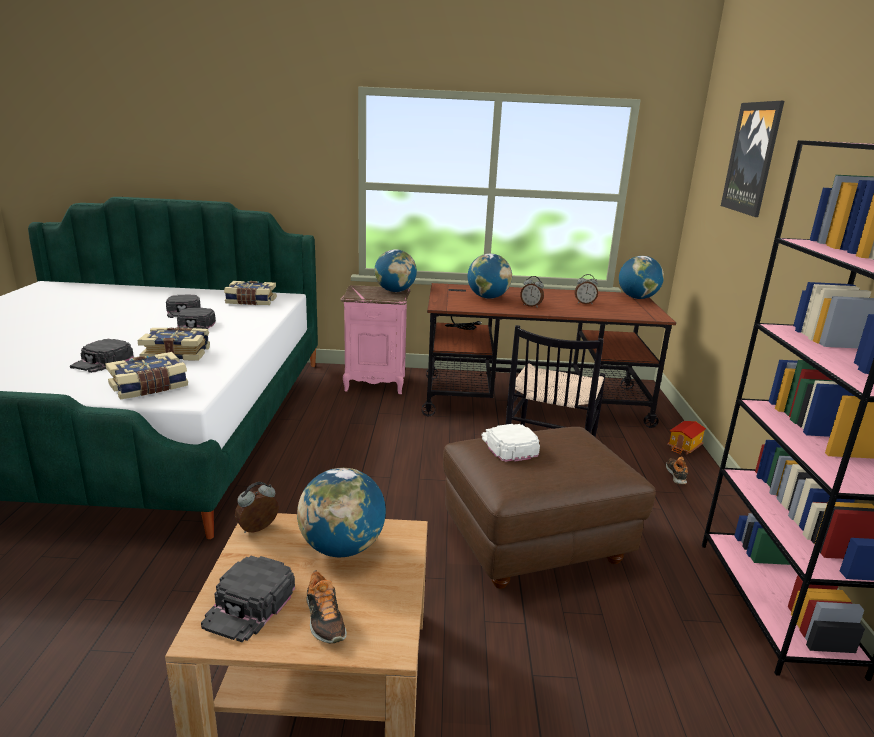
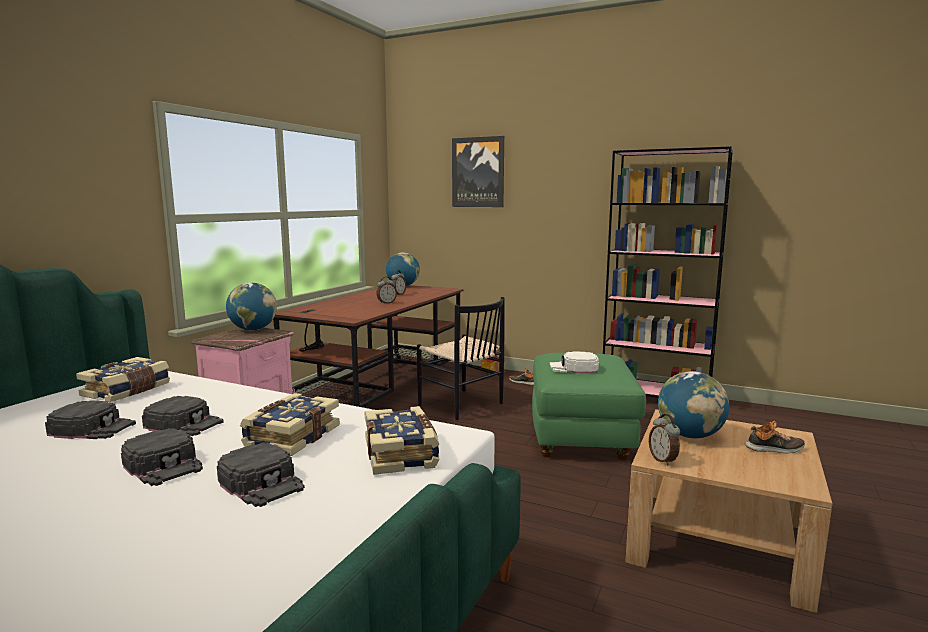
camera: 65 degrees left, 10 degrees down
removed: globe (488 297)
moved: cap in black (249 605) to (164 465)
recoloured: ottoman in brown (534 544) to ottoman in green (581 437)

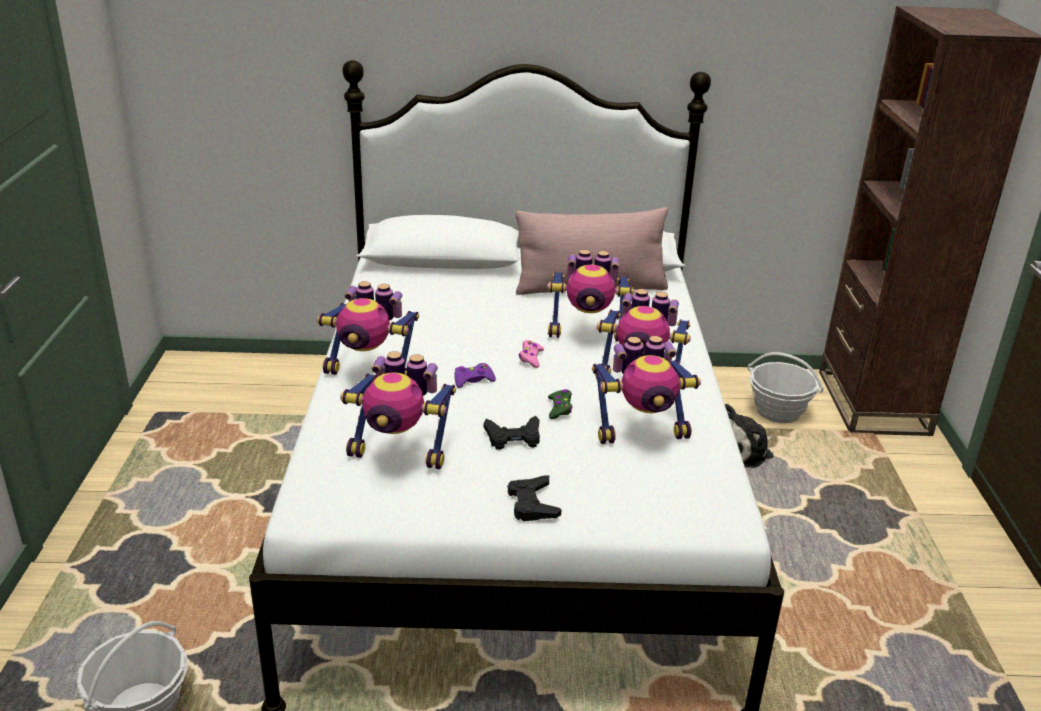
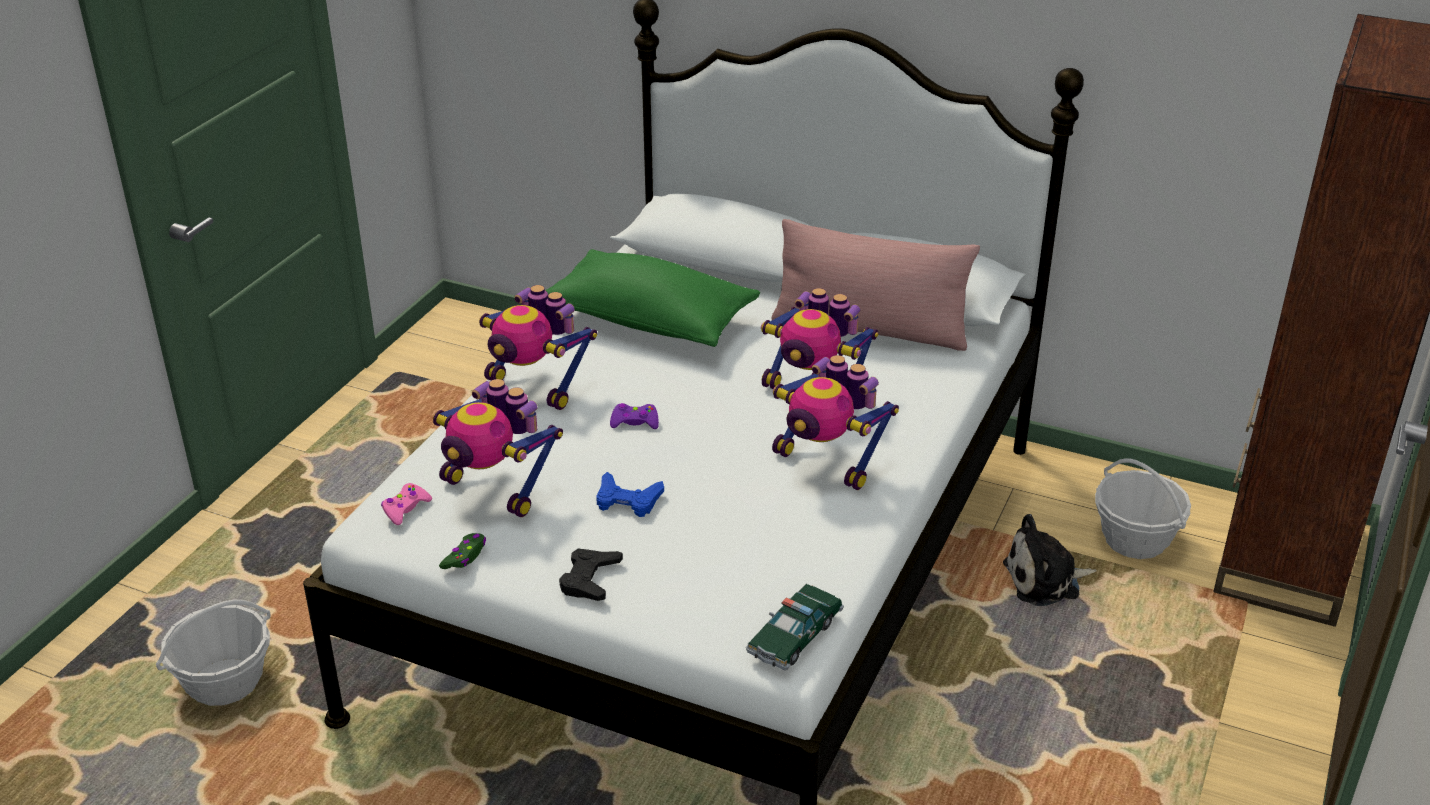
camera: 25 degrees right, 5 degrees up
removed: toy robot (641 432)
added: pillow in green (650 321); toy car (795 636)
moved: game controller in pink (531 358) to (405 509); game controller in green (559 408) to (465 556)
recoloured: game controller in black (513 437) to game controller in blue (627 500)

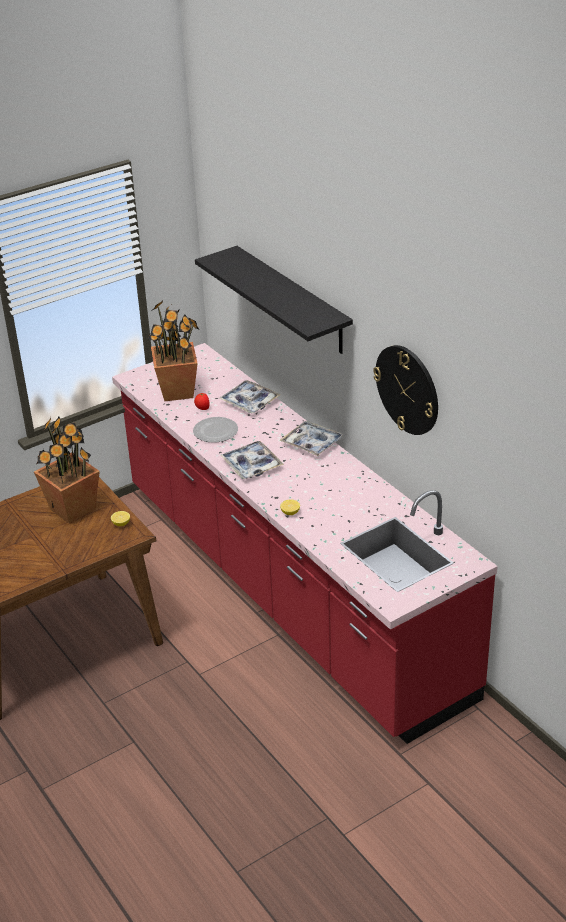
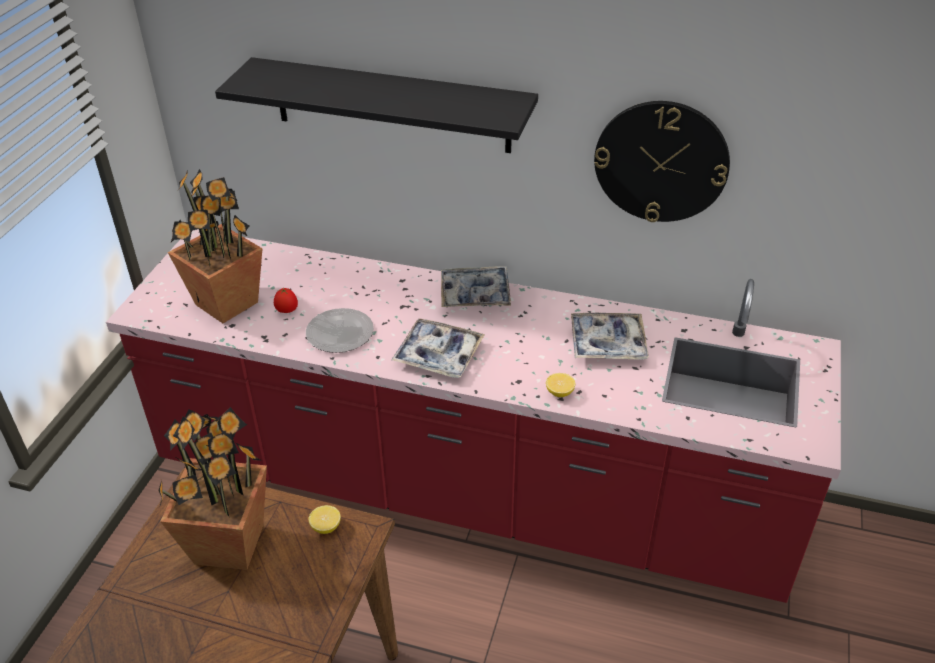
camera: 40 degrees left, 5 degrees up
moved: tray (250 402) to (607 343)

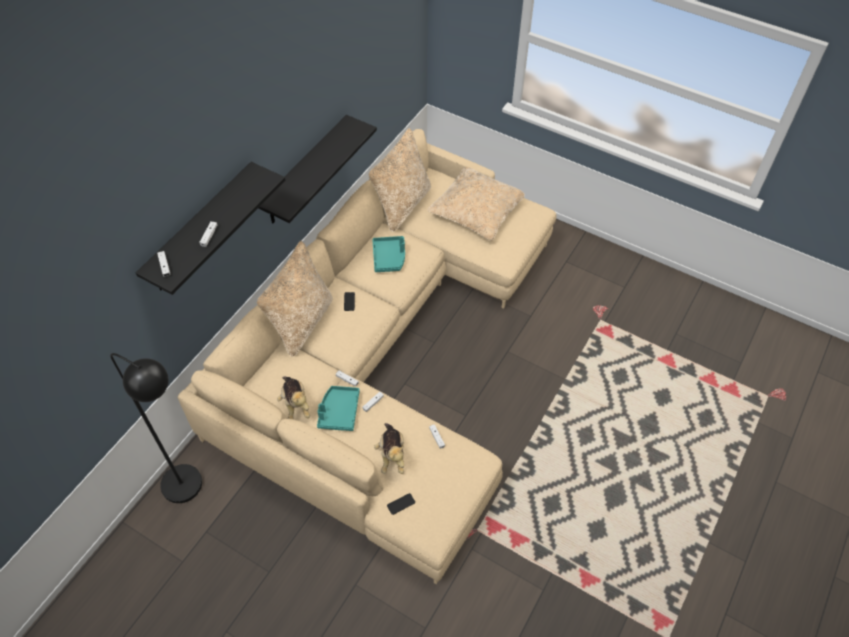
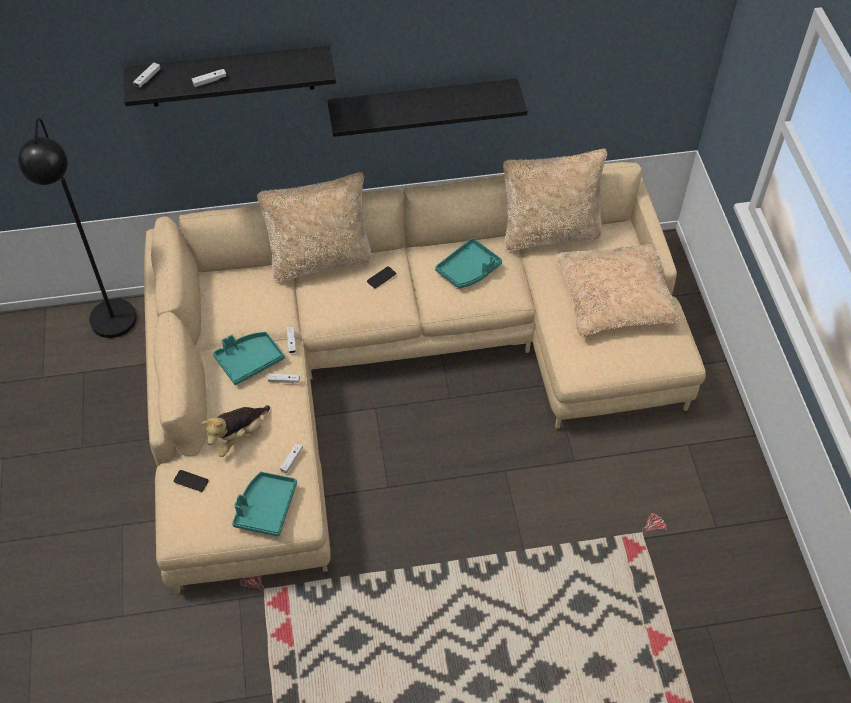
camera: 50 degrees right, 0 degrees up
removed: plush toy (295 404)
added: tray in turquoise (266 508)

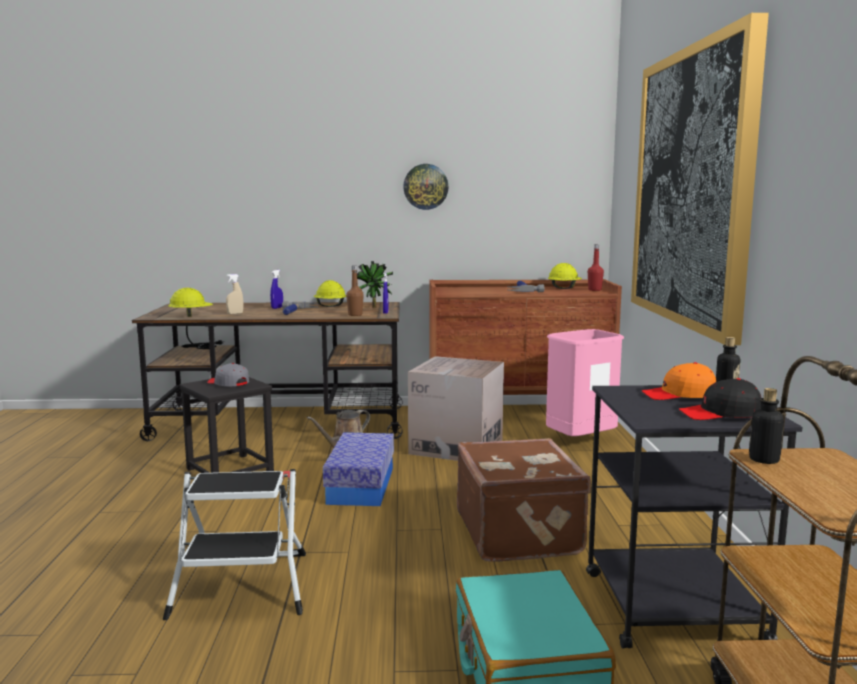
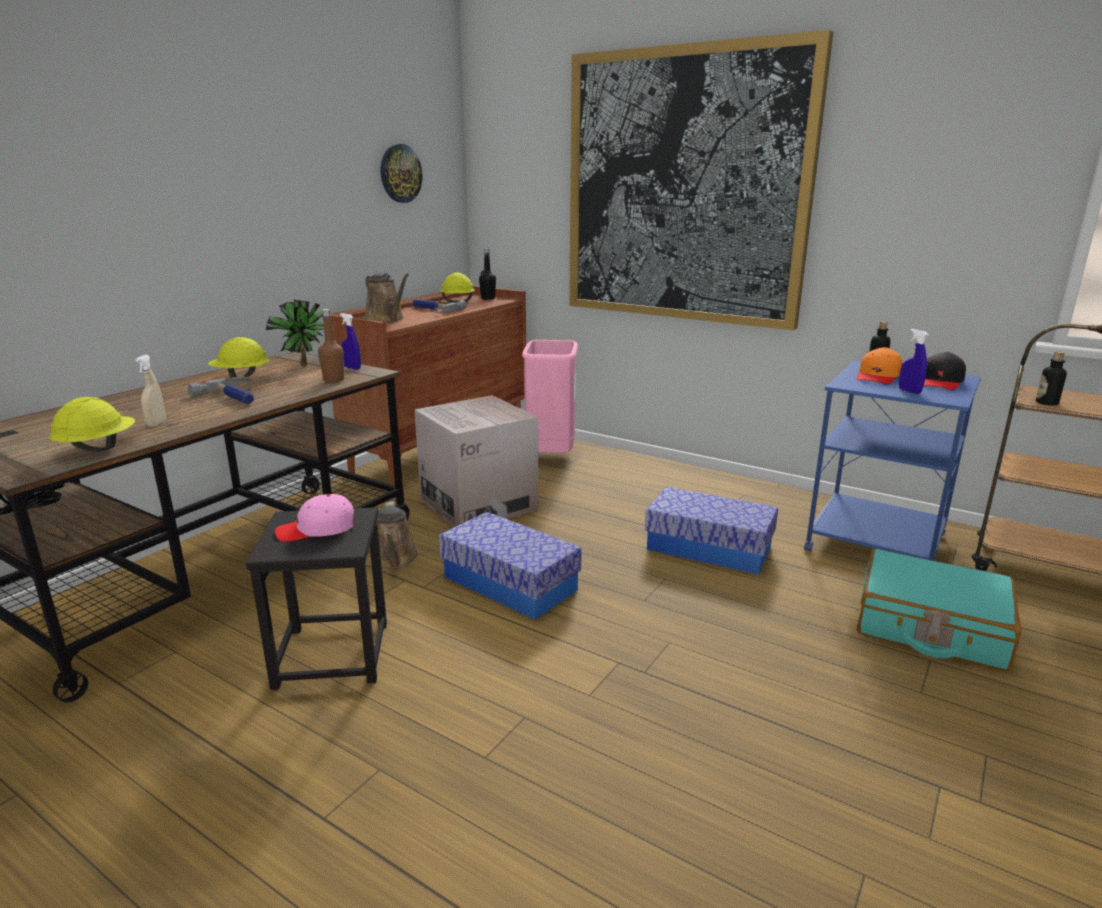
camera: 55 degrees left, 10 degrees up
removed: step ladder (243 585)
added: watering can in brown (386 320)
moved: spray bottle in blue (277 308) to (909 391); wall clock (425 186) to (400 173)
replaced: suitcase in brown (520 533) to storage box (708 548)
recoloured: cap in grey (228 383) to cap in pink (317 529); cart in black (673 609) to cart in blue (877 544); bottle in red (594 290) to bottle in black (488 298)

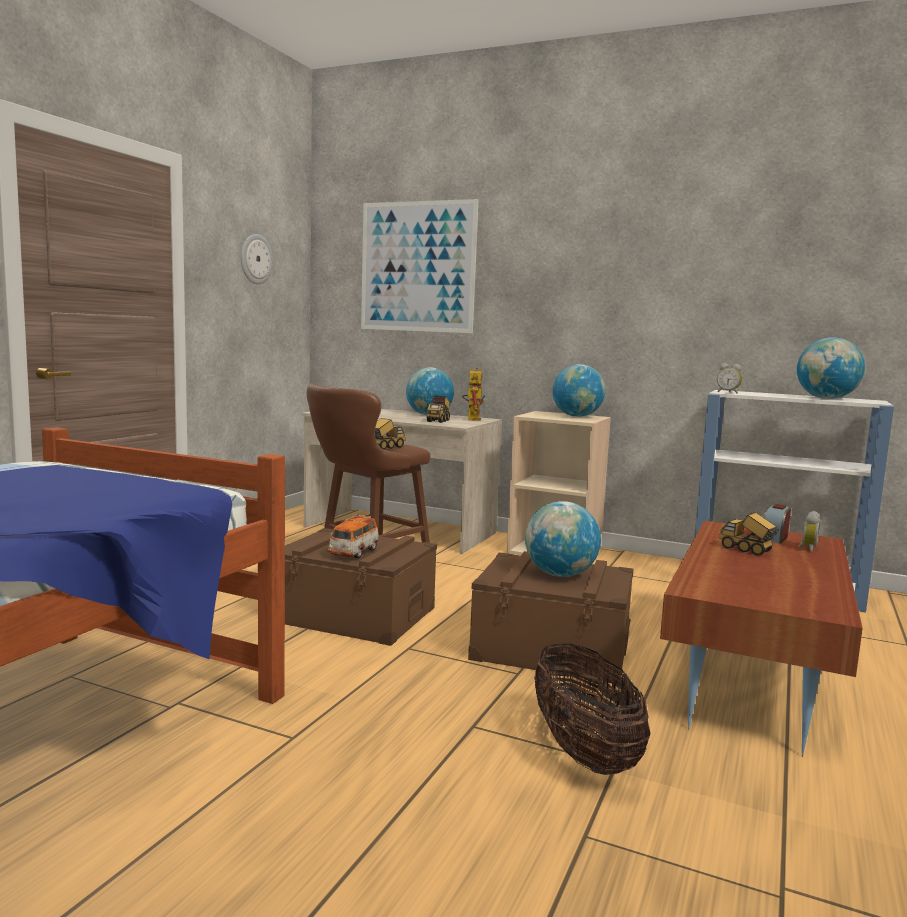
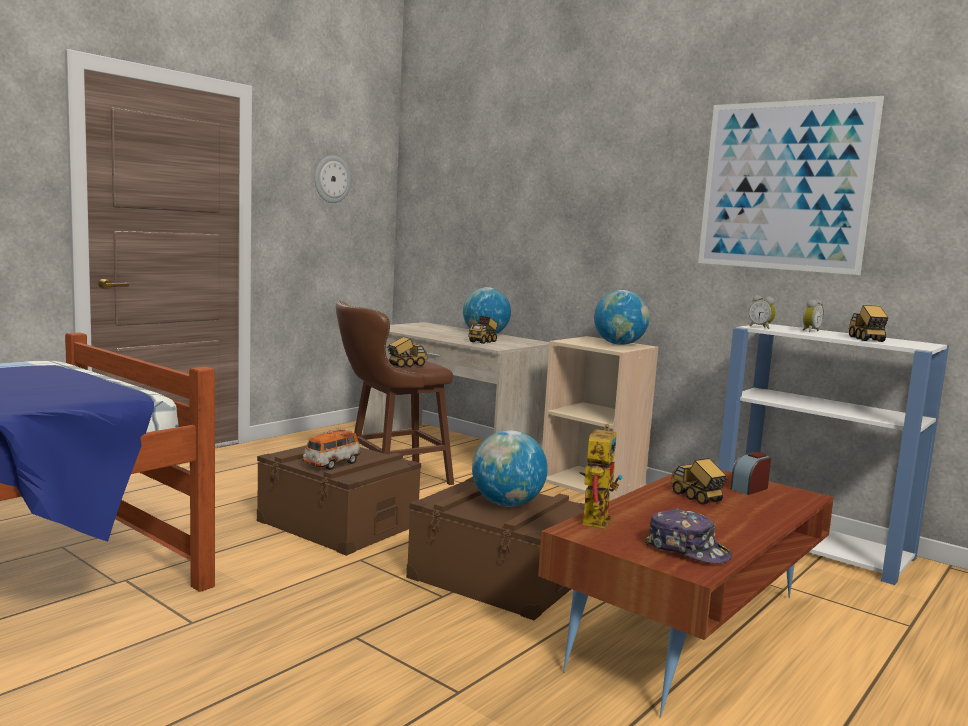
camera: 15 degrees right, 0 degrees up
removed: basket (584 752)
added: cap (687 550)
moved: picture (417 267) to (784 186); toy robot (472 419) to (594 518); alarm clock (807 548) to (809 331)
replaced: globe (826 398) to toy truck (866 339)

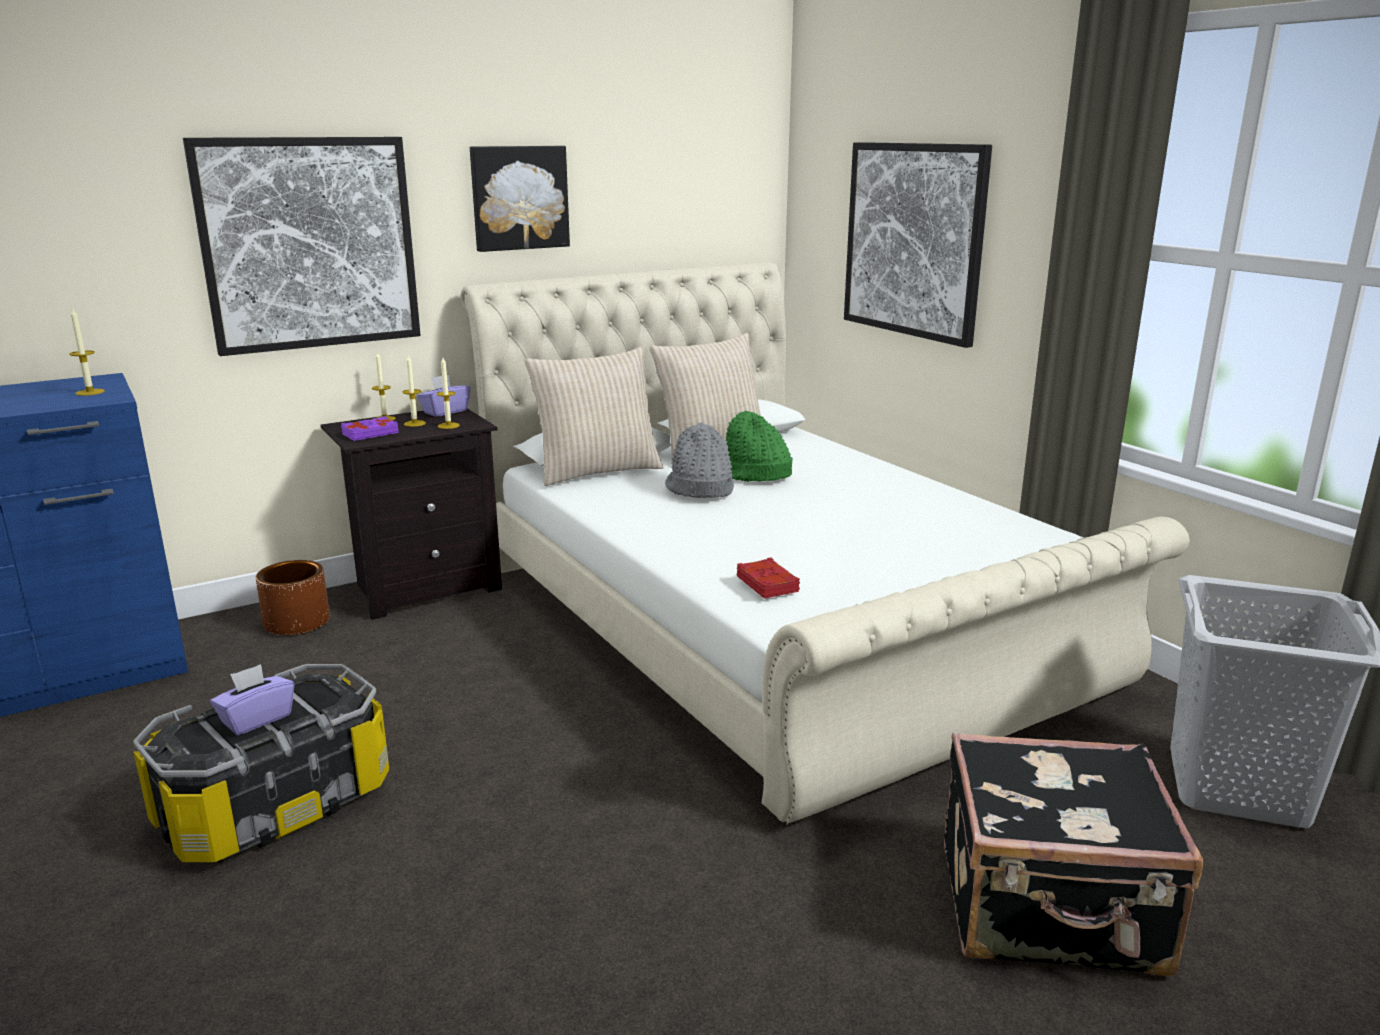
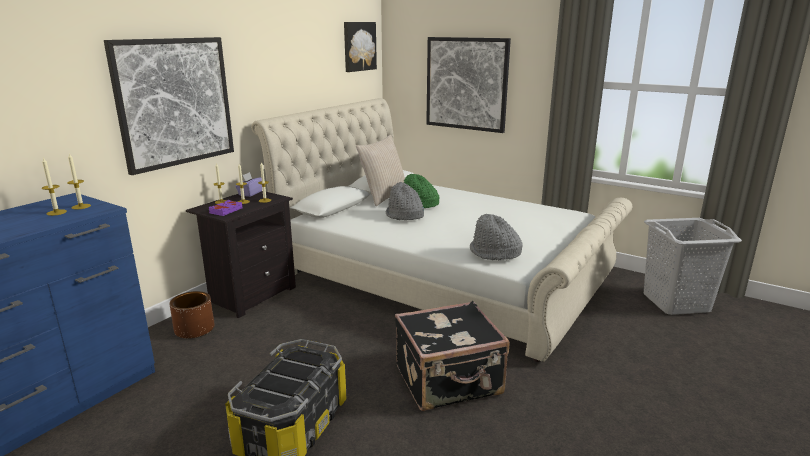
camera: 25 degrees left, 0 degrees up
removed: tissue box in purple (256 719); pillow in beige (597 471)
added: candle (56 212)
moved: picture (519 198) to (358 46); suitcase in black (1051 910) to (449 381)
replaced: book in red (768 584) to hat in grey (494 253)

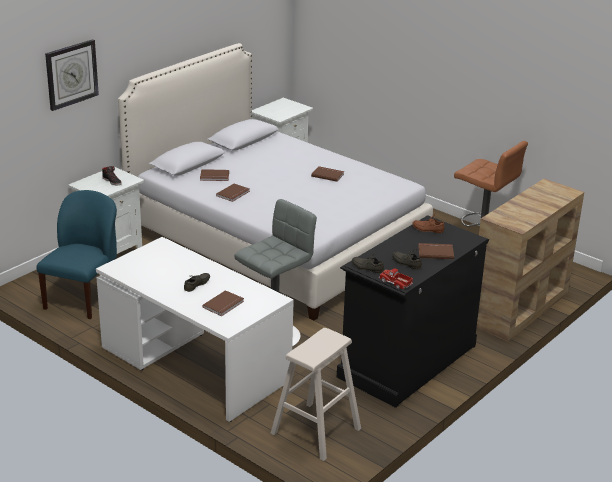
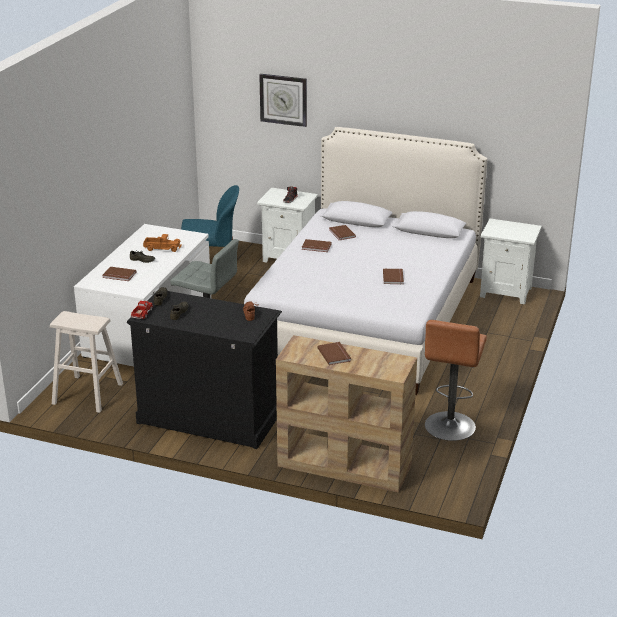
camera: 70 degrees right, 0 degrees up
added: toy truck (162 248)
moved: book in brown (435 252) to (335 354)

